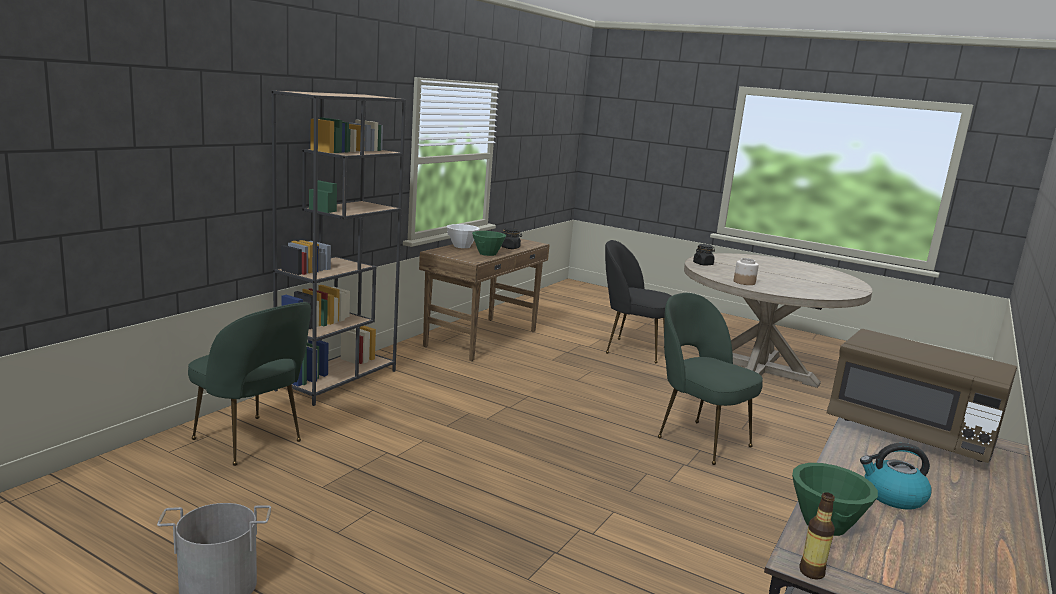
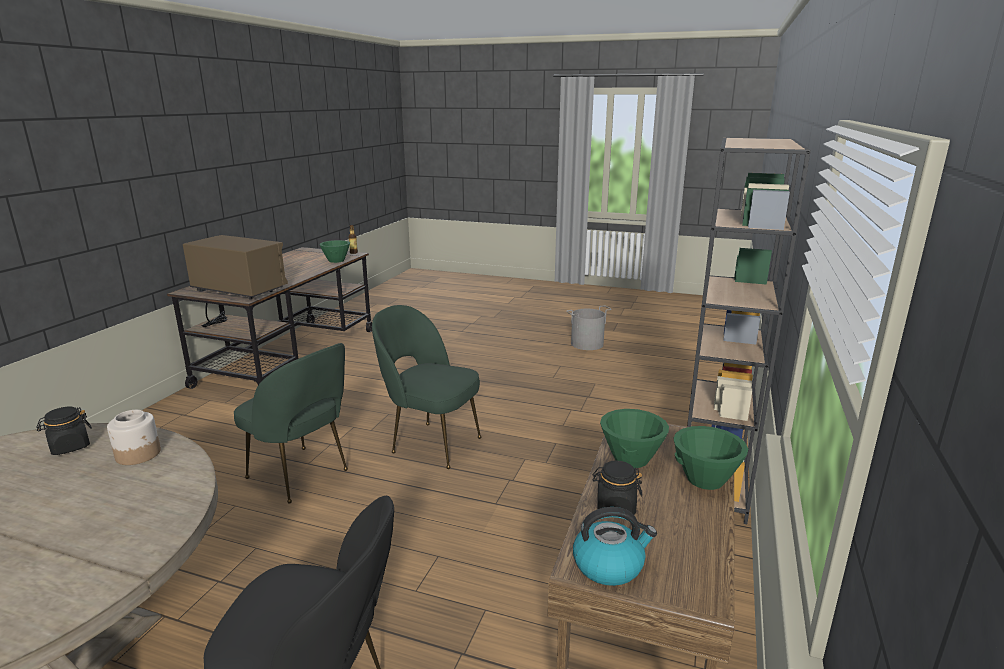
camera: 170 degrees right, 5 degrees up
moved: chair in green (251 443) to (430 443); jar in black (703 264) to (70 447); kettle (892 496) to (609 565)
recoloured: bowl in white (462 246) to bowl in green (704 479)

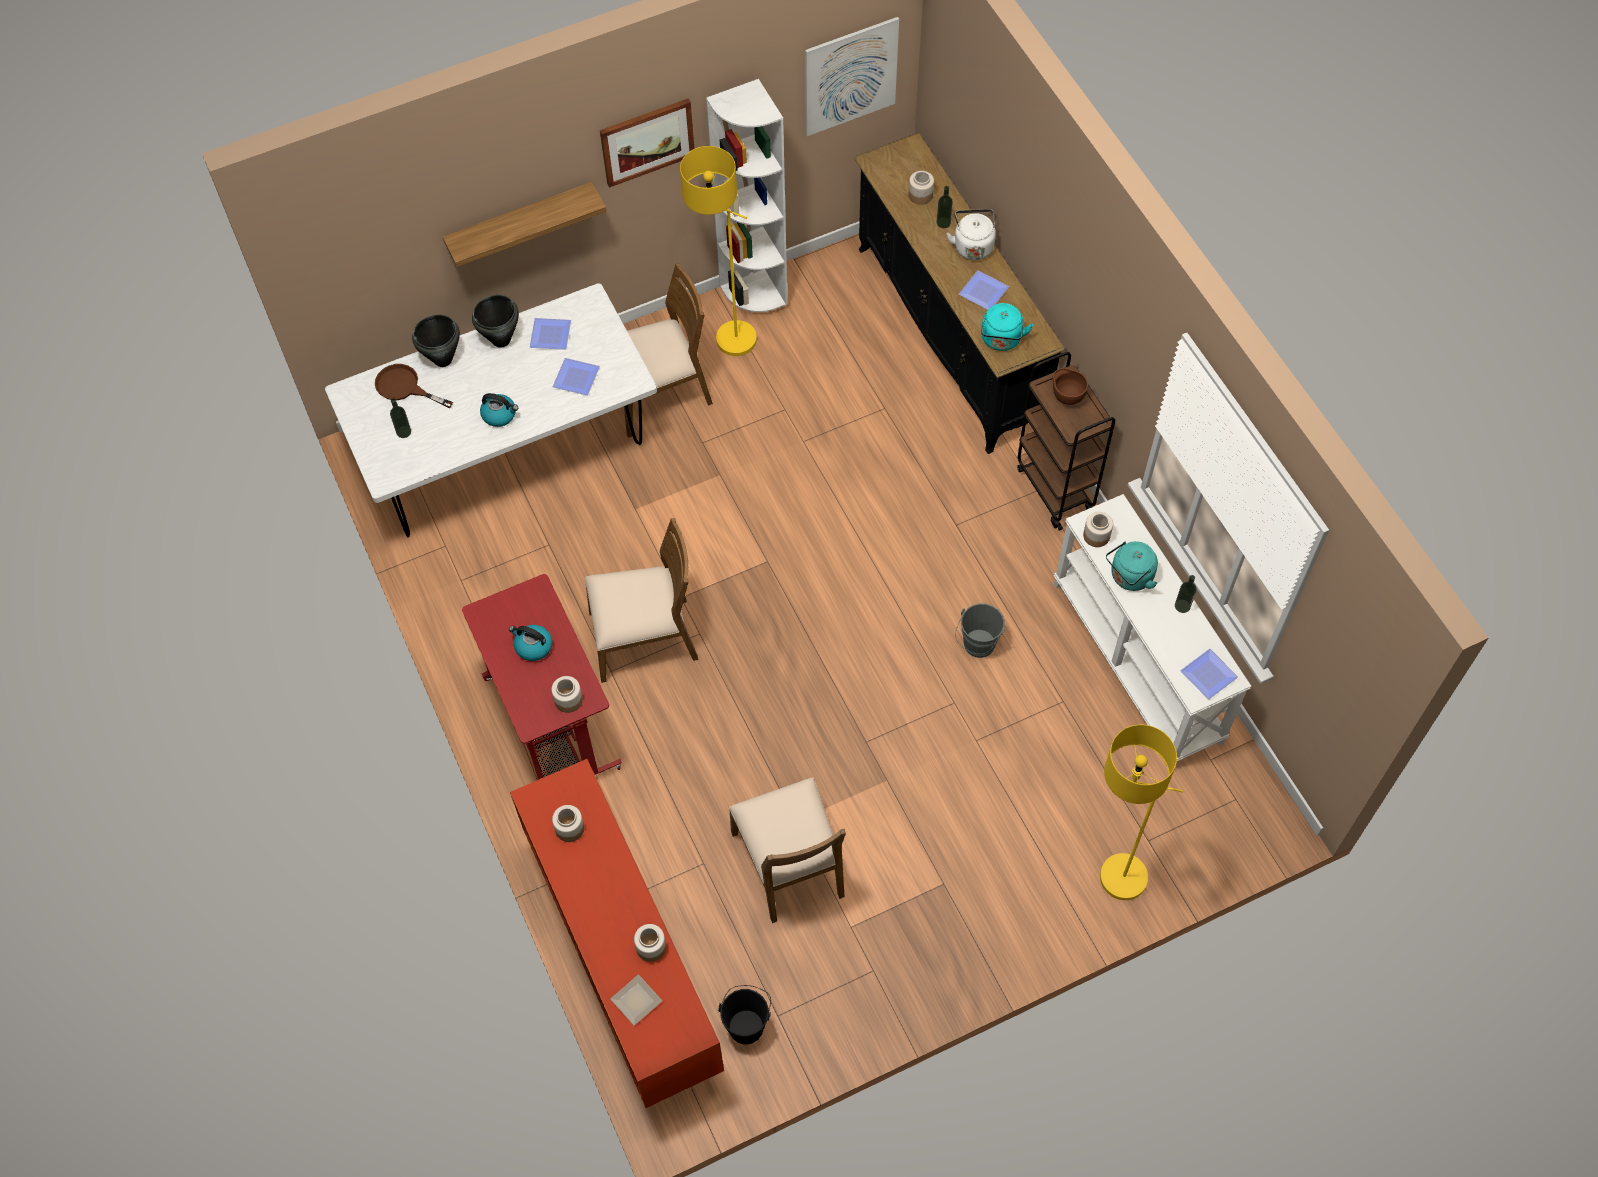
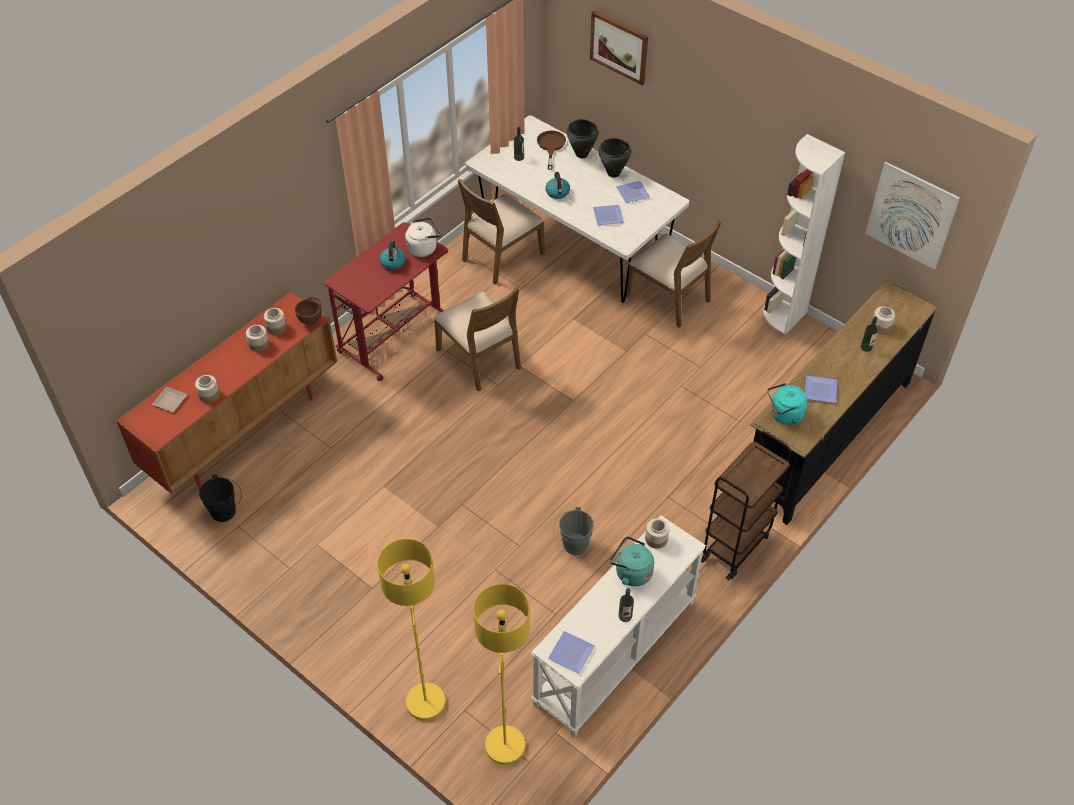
camera: 65 degrees right, 10 degrees down
removed: shelf (520 222)
moved: jar (568 699) to (259 344); picture (647 141) to (619 47); floor lamp in yellow (725 335) to (506 734); chair in brown (790 864) to (501 256); kettle in white (972 245) to (423 248); bowl in brown (1066 396) to (311 320)

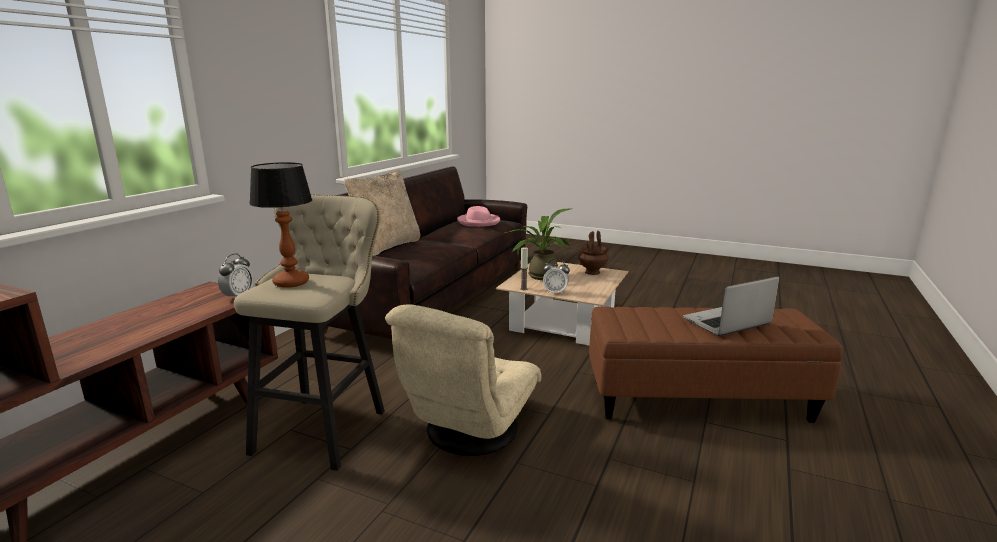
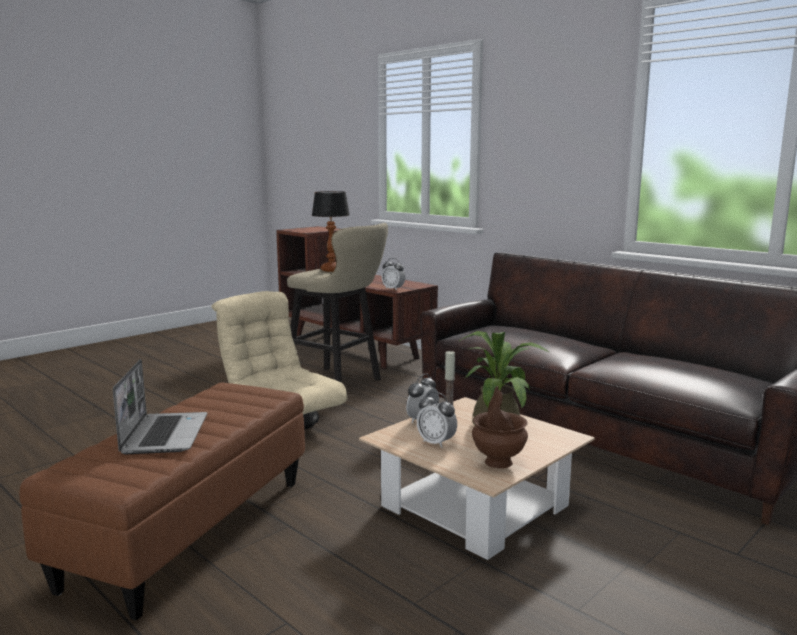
camera: 110 degrees right, 5 degrees down
removed: pillow in beige (388 248); hat in pink (478 222)
added: alarm clock (436 443)

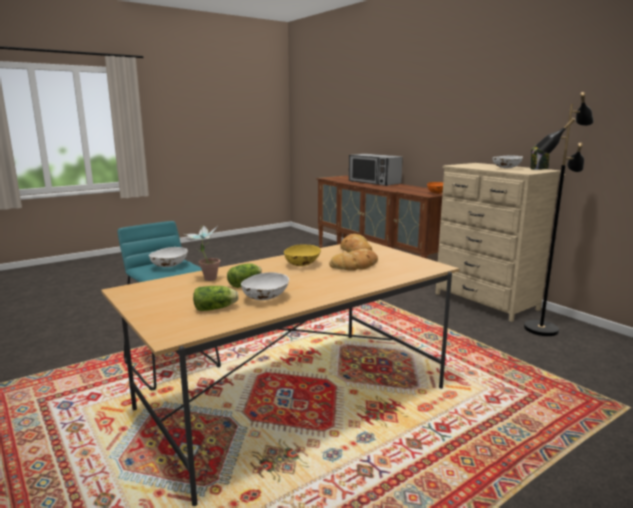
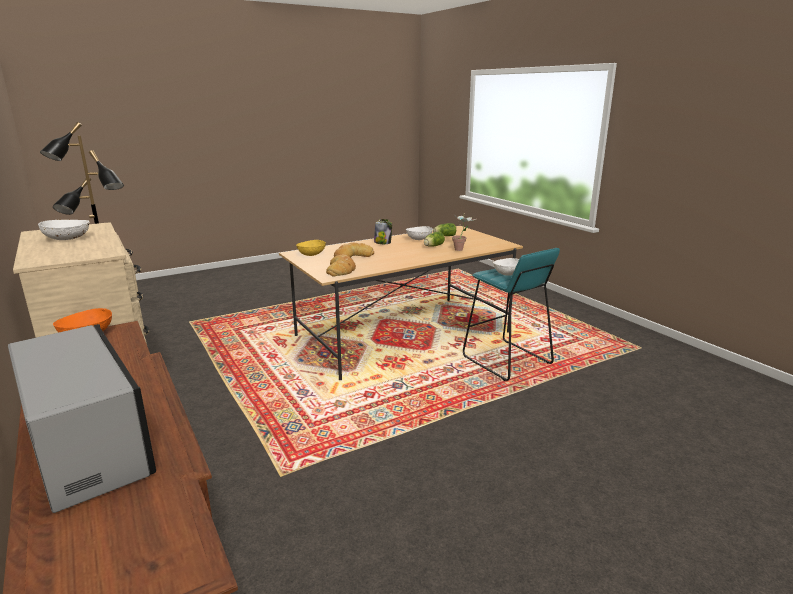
camera: 175 degrees left, 5 degrees up
moved: bowl in yellow (302 265) to (311 254); jar (539 169) to (383 242)

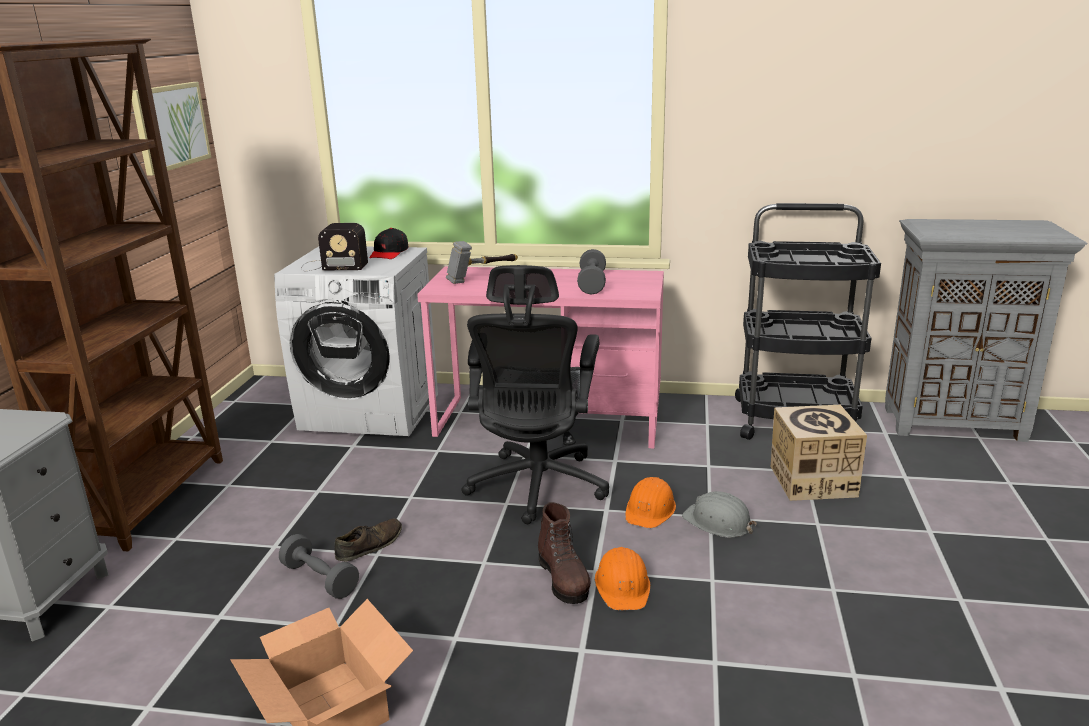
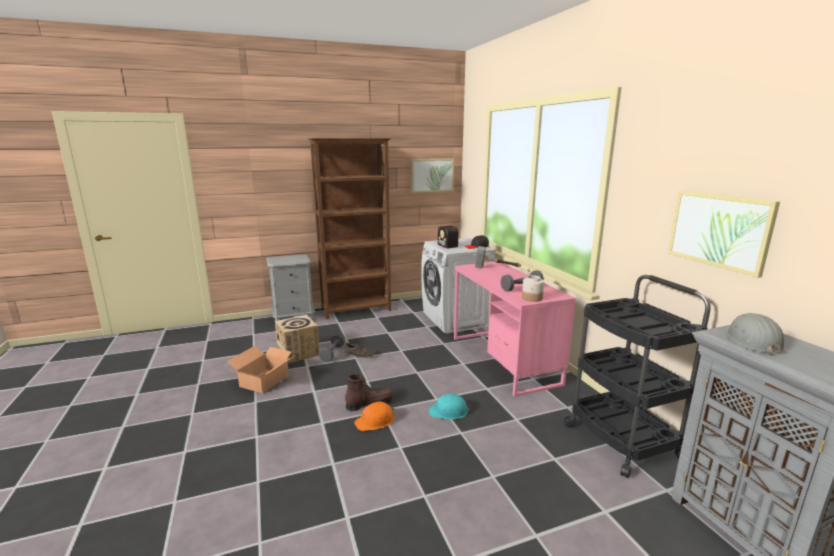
camera: 60 degrees right, 5 degrees down
removed: office chair (536 490)
added: jar (532 298); picture (719 230)
moved: hard hat in grey (718 522) to (751 341); cardboard box (812 481) to (298 352)
recoloured: hard hat in orange (650 510) to hard hat in turquoise (449 411)
turned: boot in brown (563 579) = (369 404) 150 degrees counterclockwise

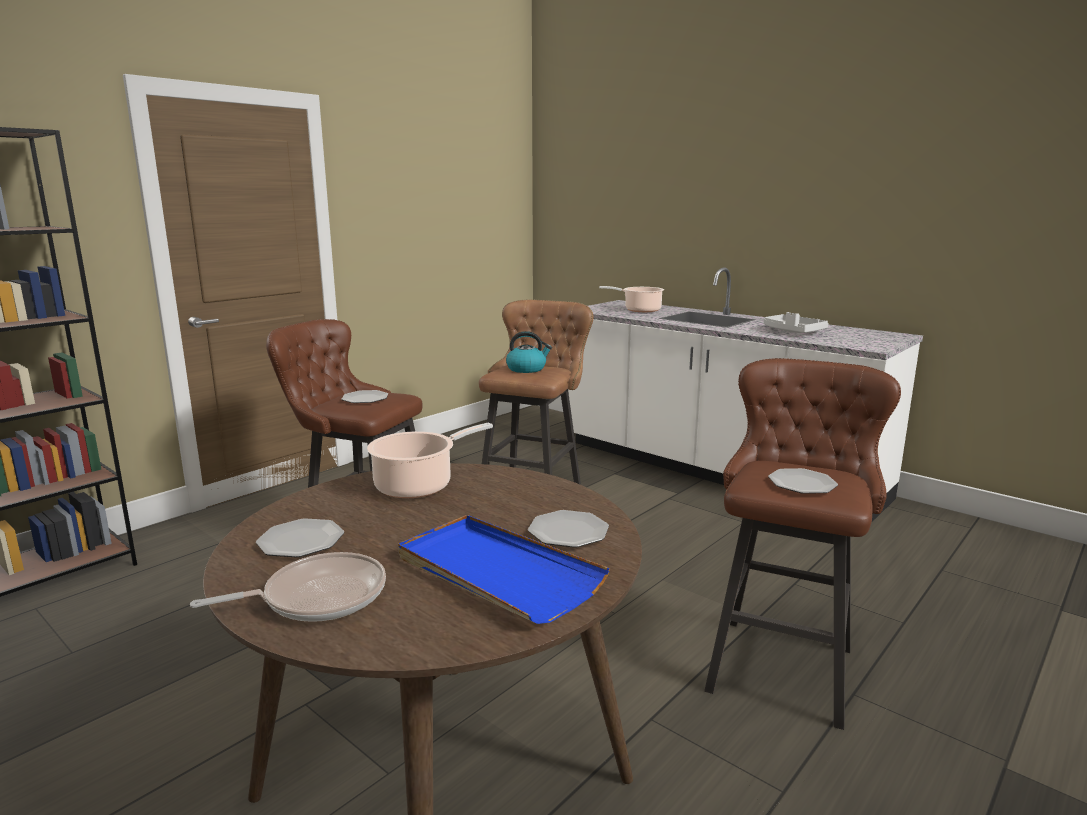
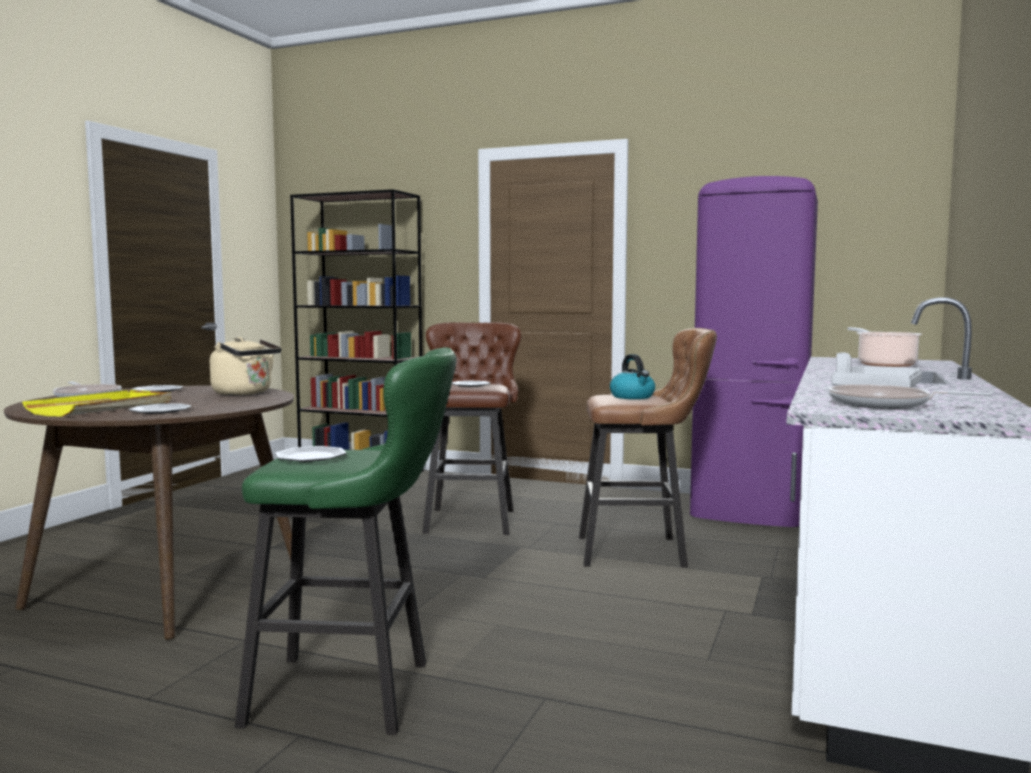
camera: 70 degrees right, 10 degrees down
added: fridge in purple (749 513); frying pan (885 405)
replaced: cooking pot (418 485) to kettle in beige (245 393)
recoloured: tray in blue (496 573) to tray in yellow (103 407); stool in brown (783 657) to stool in green (362 694)

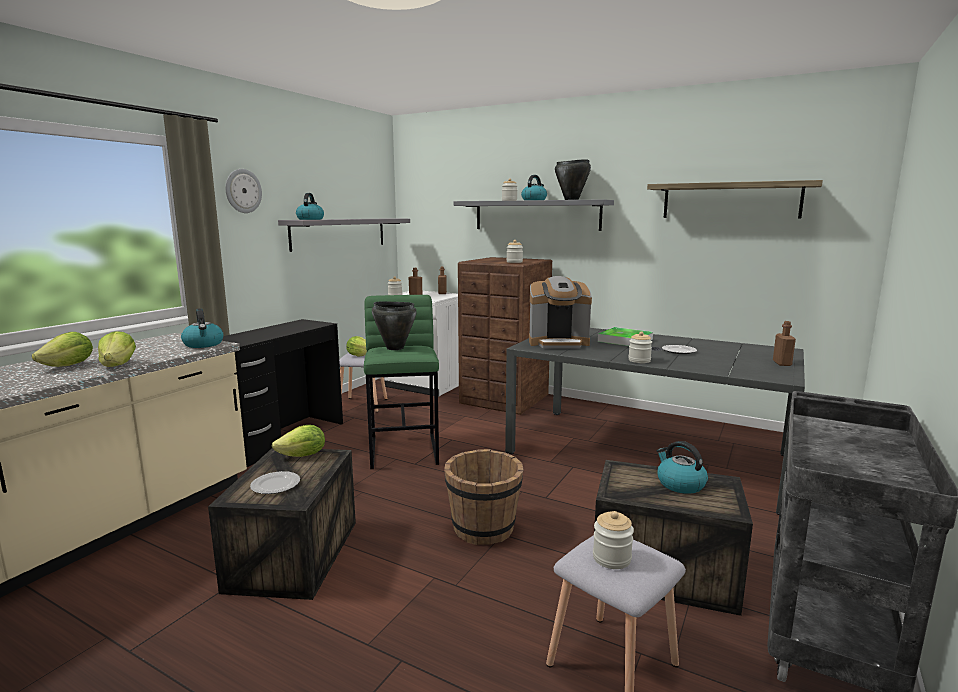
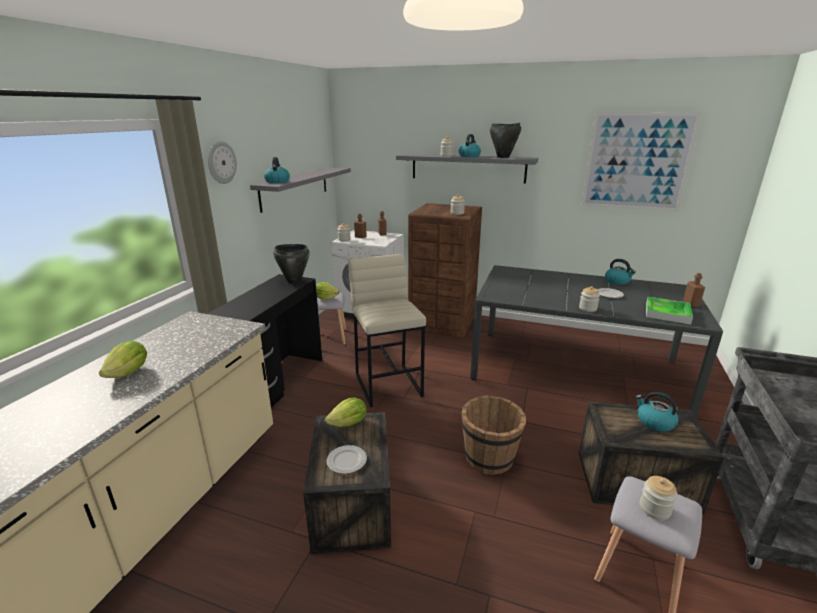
camera: 10 degrees left, 10 degrees up
removed: lettuce (118 365); coffee machine (558 343)
moved: kettle (204 344) to (617 281); cooking pot in black (395 348) to (294 281); tray (625 340) to (667 313)
replaced: shelf (730 200) to picture (637 162)
recoloured: stool in green (403 450) to stool in beige (387 384)

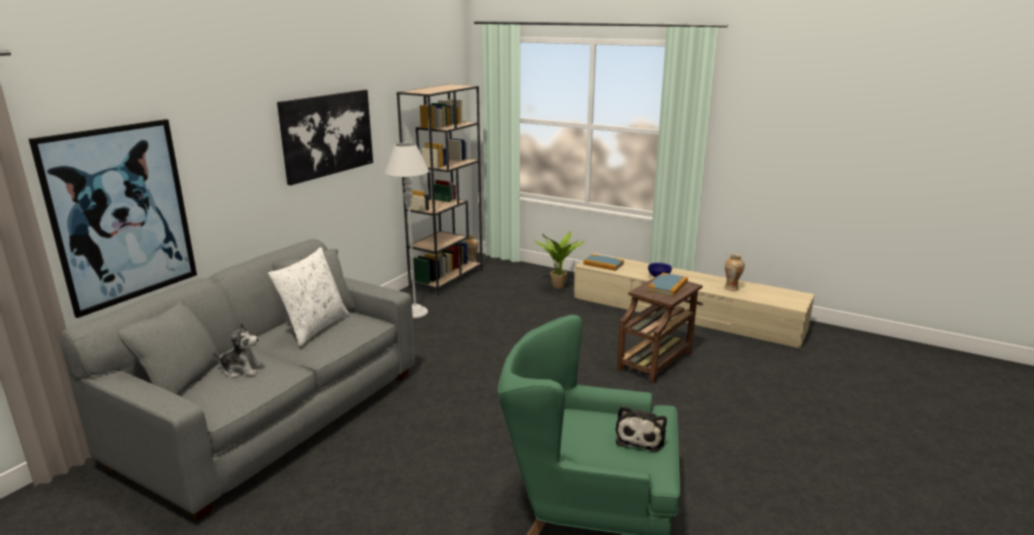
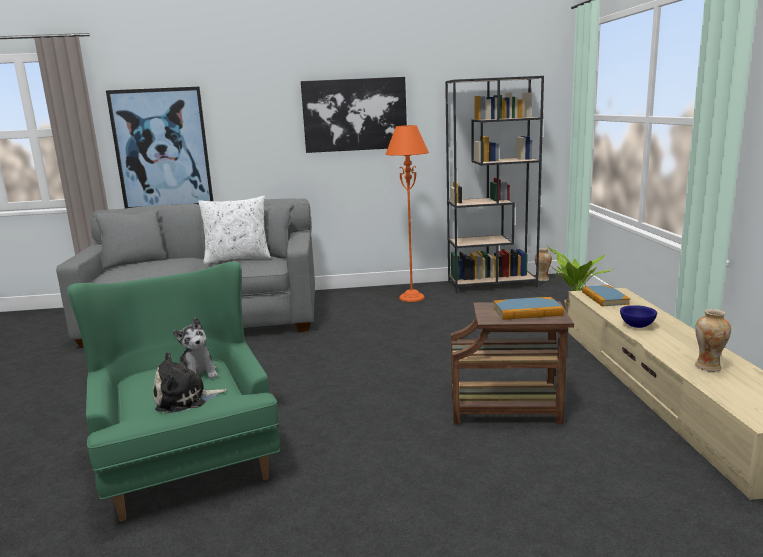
camera: 55 degrees right, 5 degrees down
moved: plush toy (241 370) to (198 373)
recoloured: floor lamp in grey (415 312) to floor lamp in orange (411 298)

